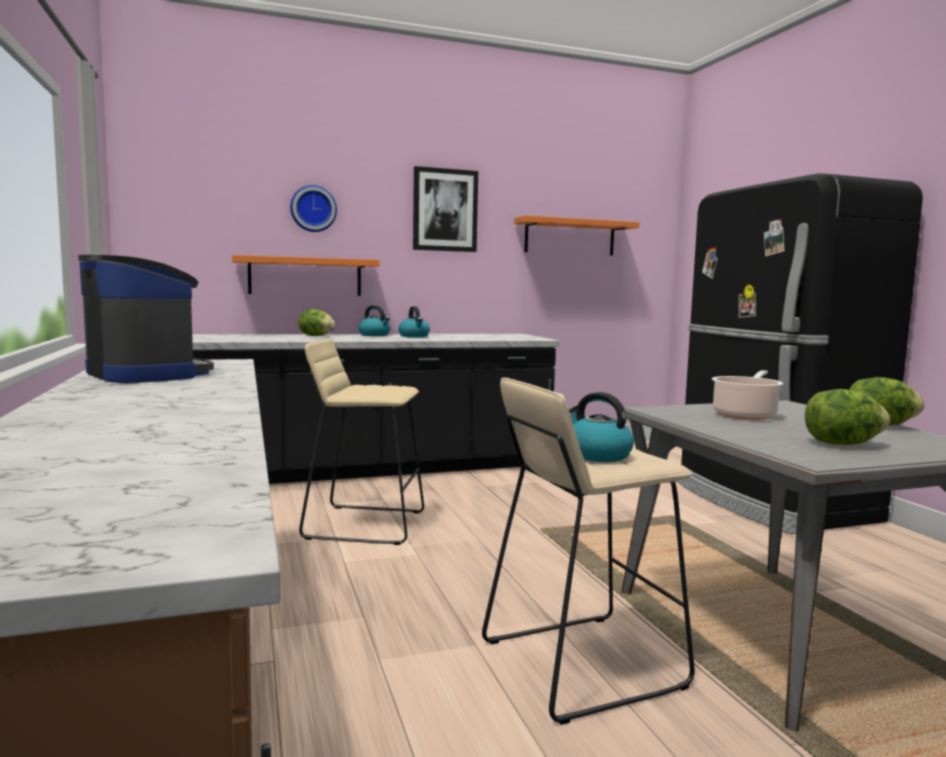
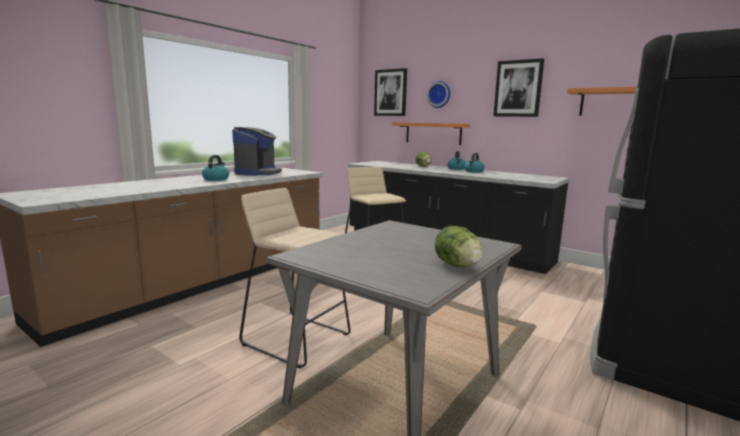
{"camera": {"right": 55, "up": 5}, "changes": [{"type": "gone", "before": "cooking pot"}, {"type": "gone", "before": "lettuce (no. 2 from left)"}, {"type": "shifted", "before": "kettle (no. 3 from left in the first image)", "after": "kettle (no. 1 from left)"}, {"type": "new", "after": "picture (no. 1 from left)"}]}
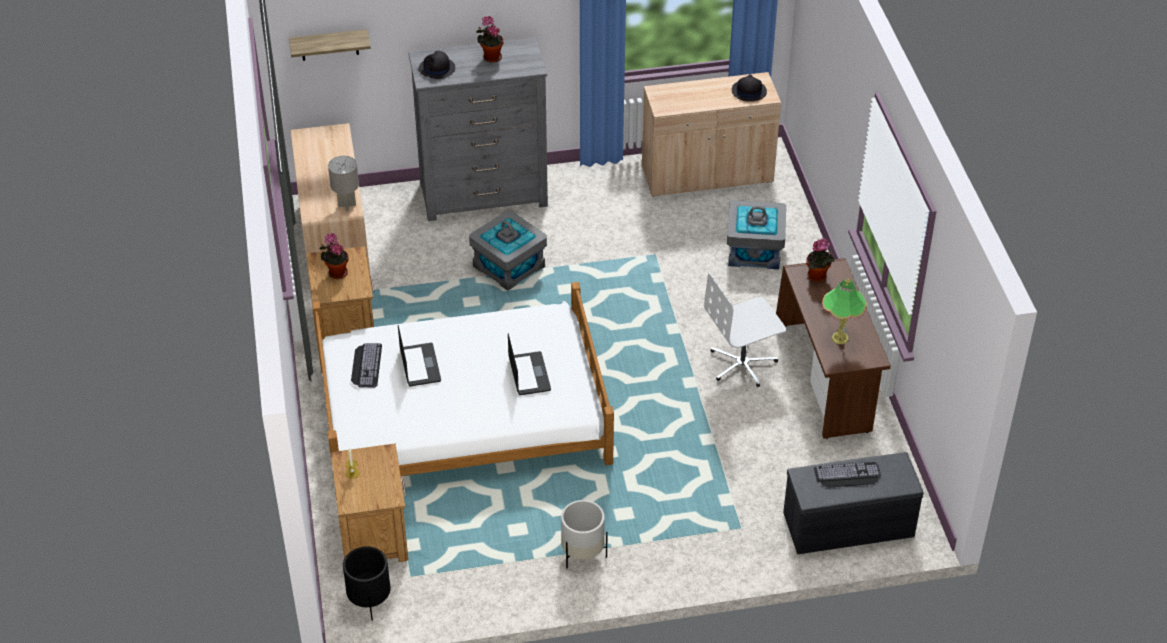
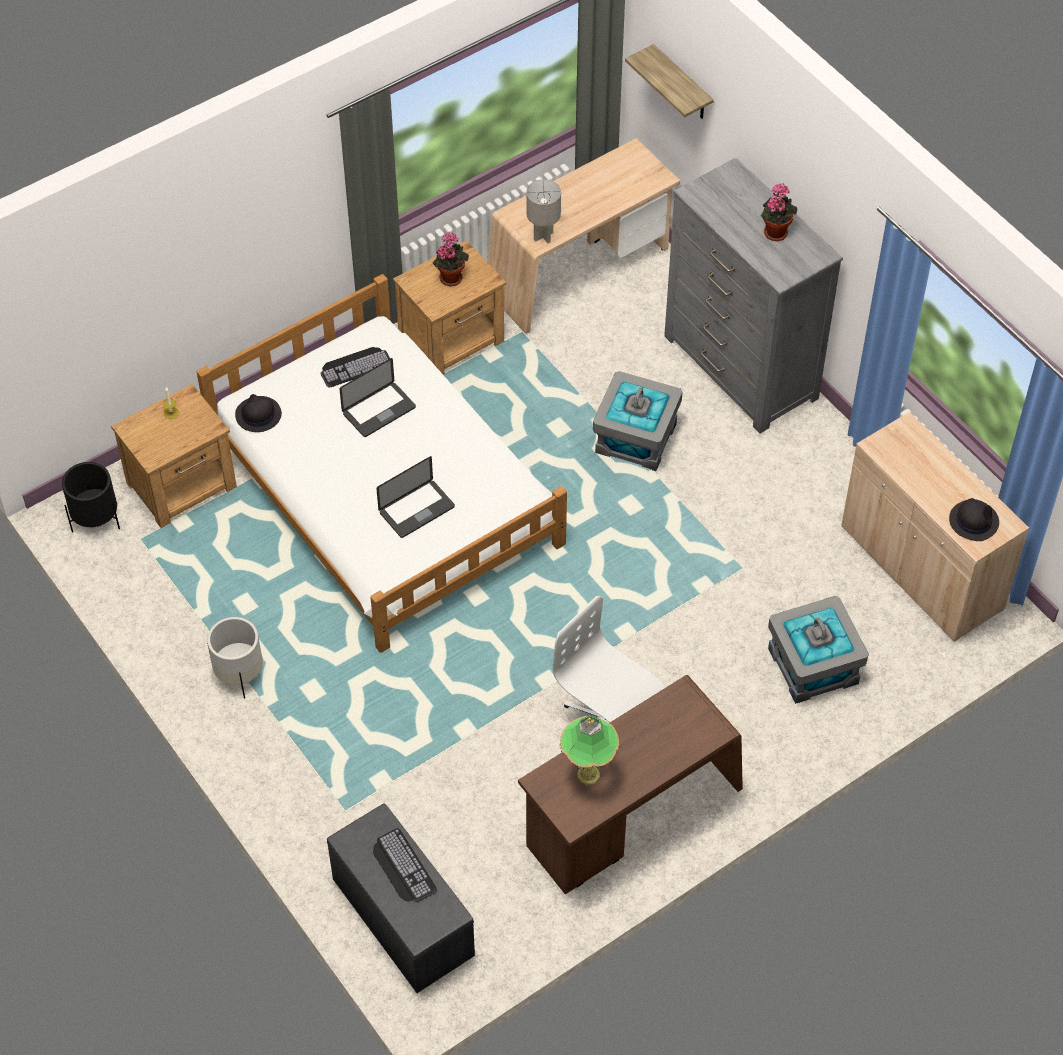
{"camera": {"right": 65, "up": 10}, "changes": [{"type": "shifted", "before": "black hat (no. 1 from left)"}, {"type": "gone", "before": "potted plant (no. 3 from left)"}]}
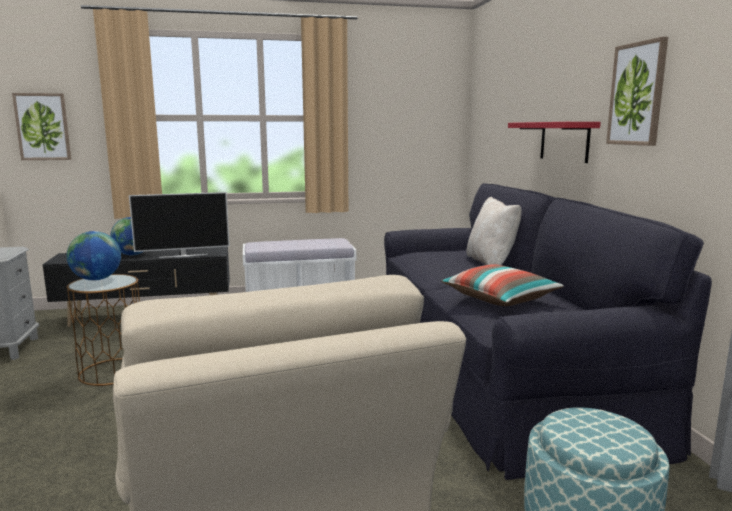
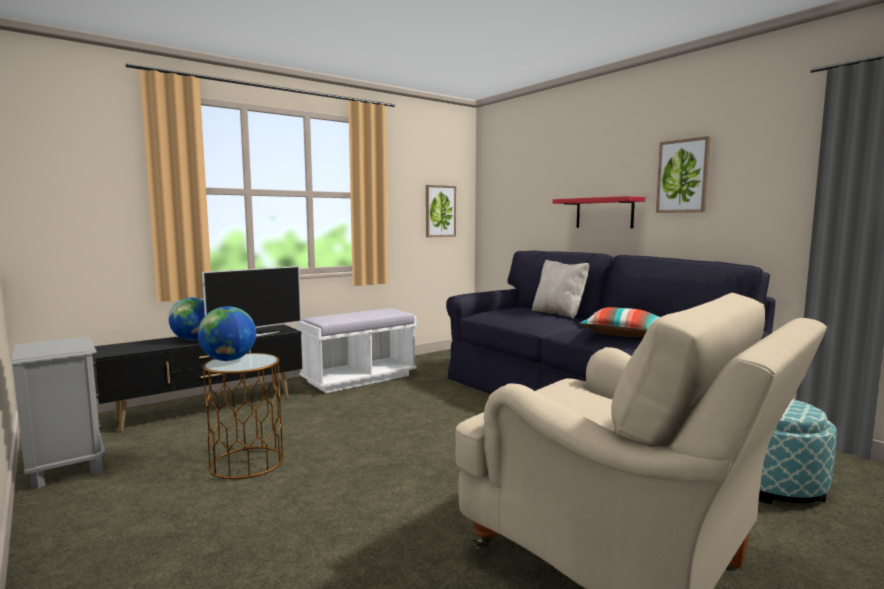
{"camera": {"right": -25, "up": -5}, "changes": [{"type": "shifted", "before": "picture (no. 1 from left)"}]}
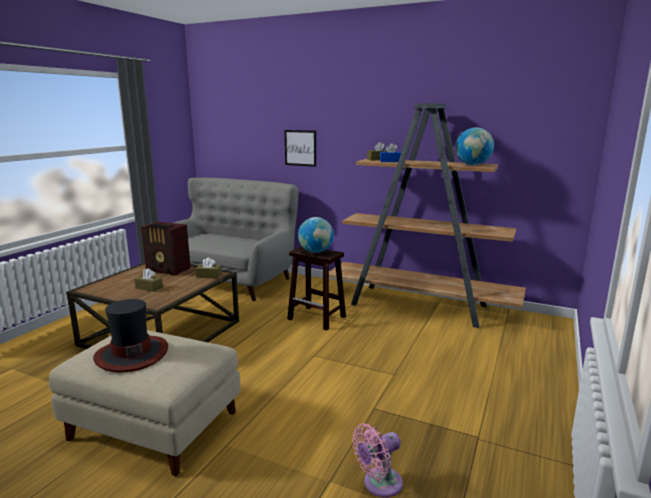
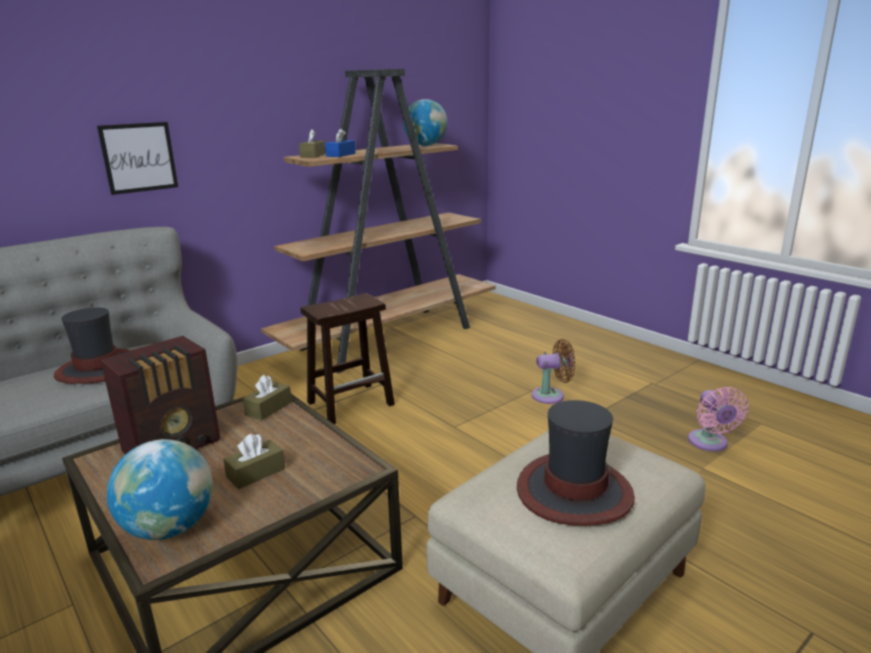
{"camera": {"right": -65, "up": 5}, "changes": [{"type": "shifted", "before": "globe (no. 1 from left)"}, {"type": "new", "after": "hat (no. 1 from left)"}, {"type": "new", "after": "brown fan"}]}
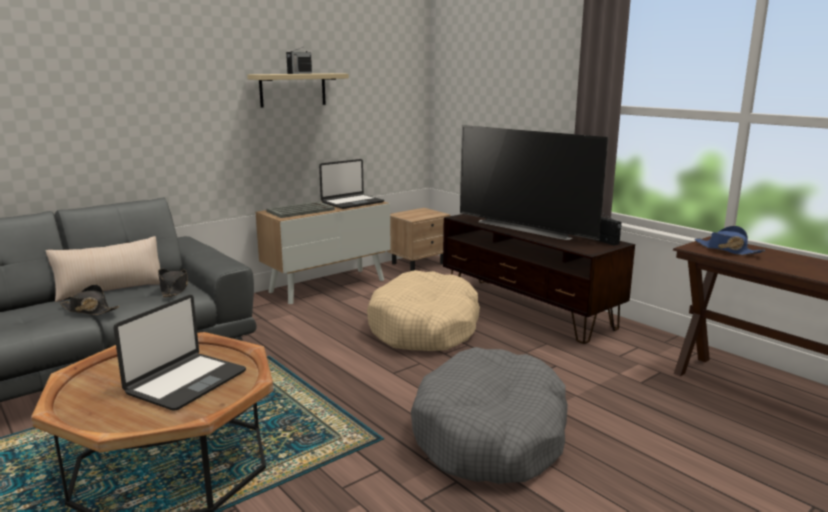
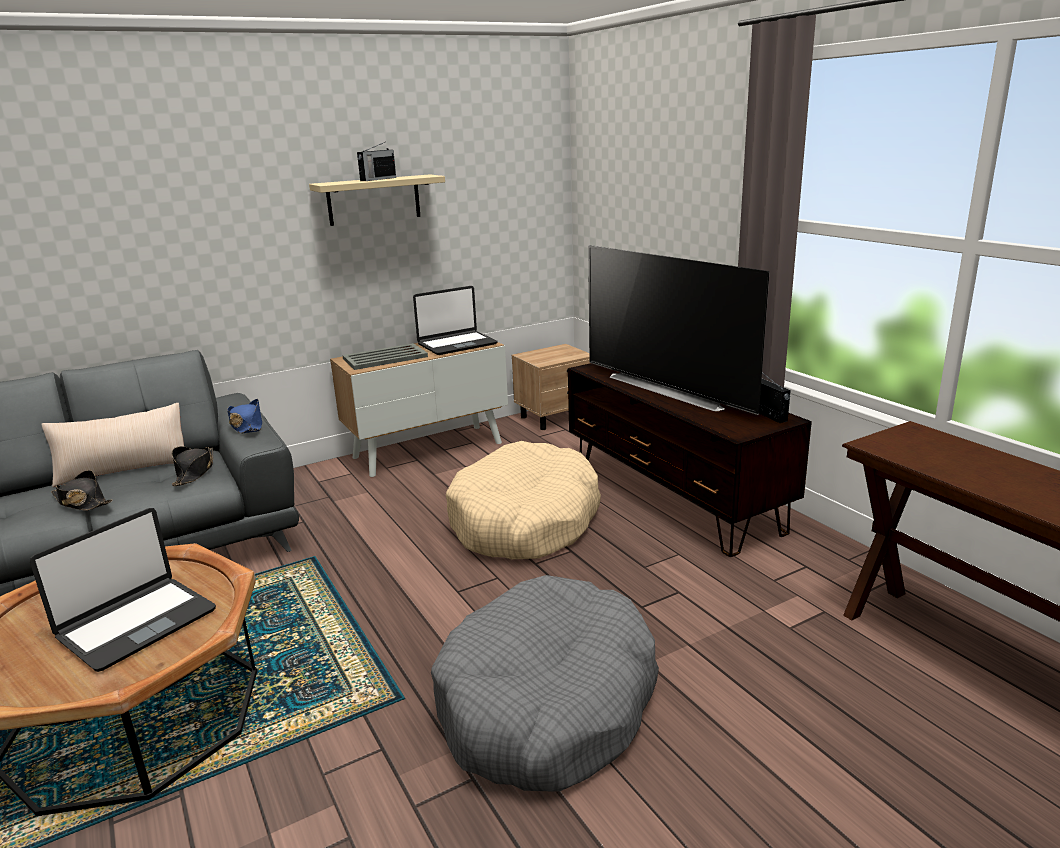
{"camera": {"right": 10, "up": 5}, "changes": [{"type": "shifted", "before": "blue hat"}]}
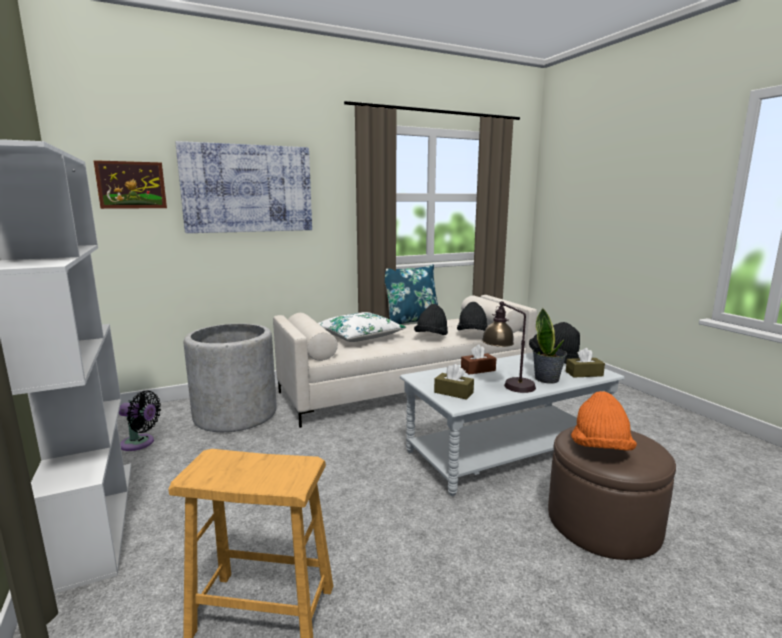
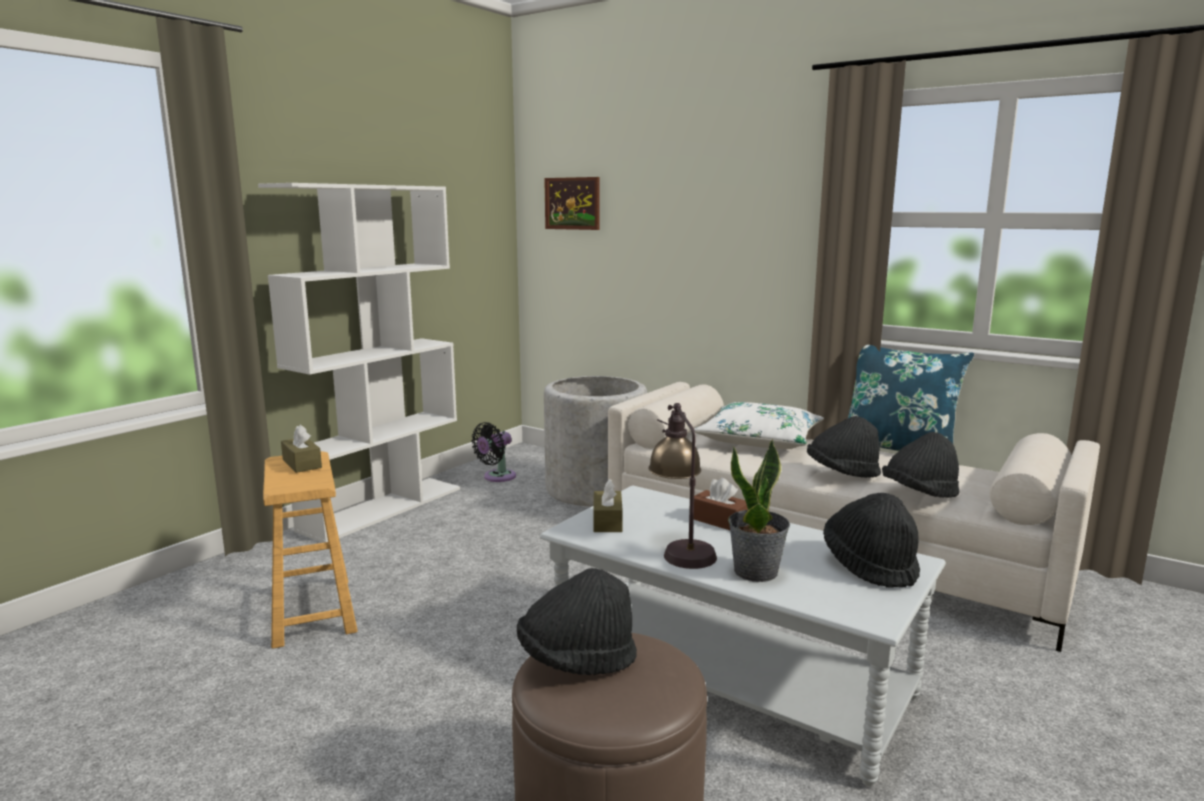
{"camera": {"right": 60, "up": 0}, "changes": [{"type": "gone", "before": "picture (no. 2 from left)"}, {"type": "shifted", "before": "brown tissue box (no. 3 from left in the first image)", "after": "brown tissue box (no. 1 from left)"}, {"type": "rotated", "before": "black fan", "turn": 60}, {"type": "repainted", "before": "orange hat", "after": "black hat (no. 1 from left)"}]}
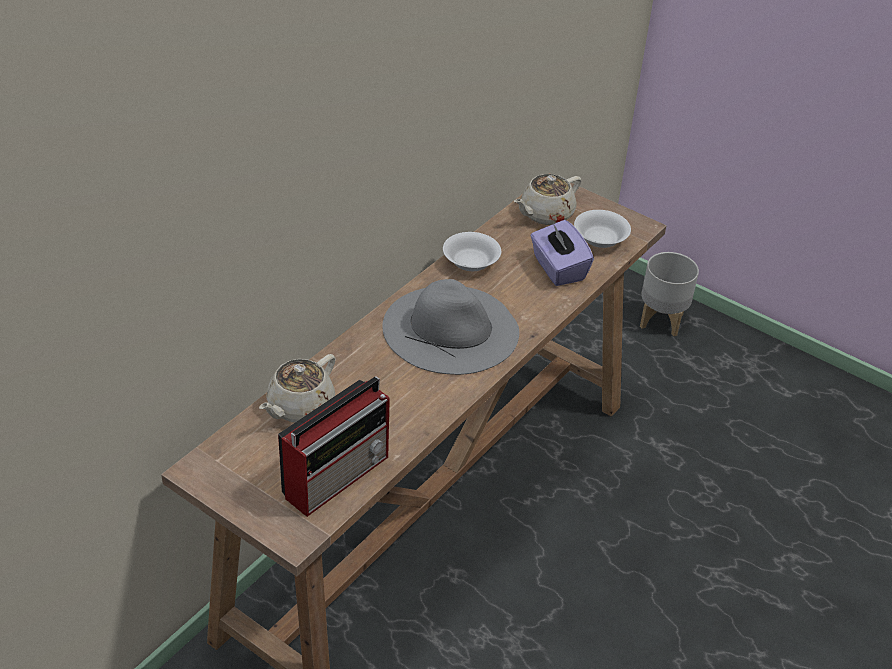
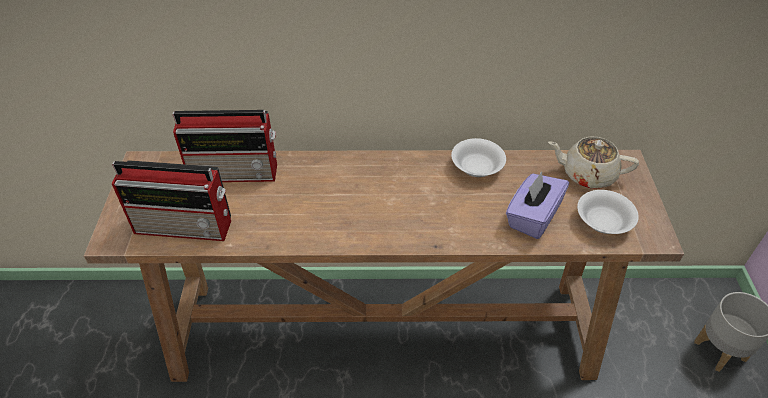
{"camera": {"right": 55, "up": 5}, "changes": [{"type": "gone", "before": "grey hat"}, {"type": "swapped", "before": "beige teapot (no. 1 from left)", "after": "radio (no. 2 from left)"}]}
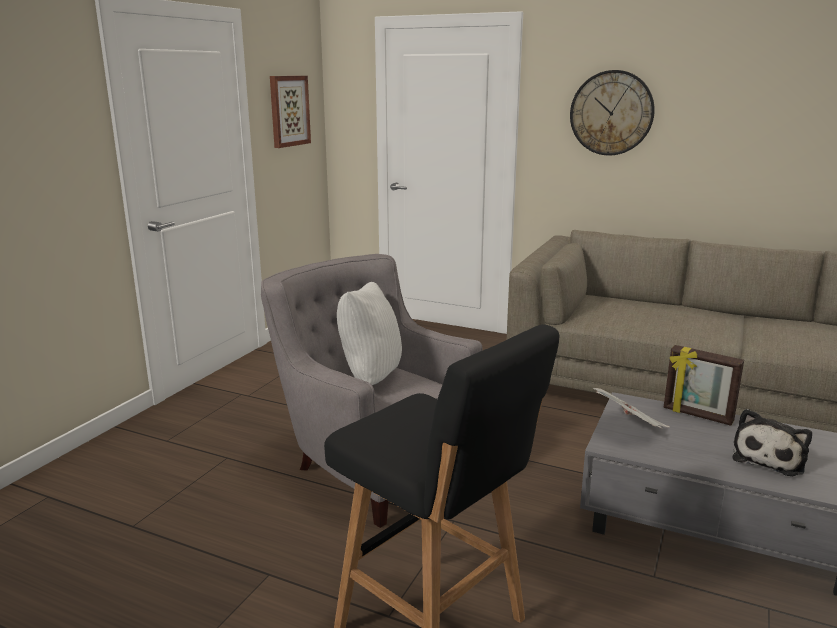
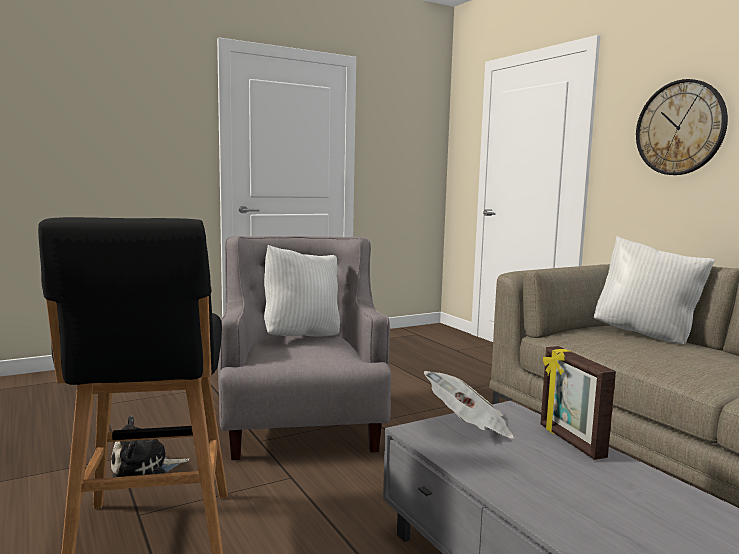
{"camera": {"right": 35, "up": -10}, "changes": [{"type": "gone", "before": "picture"}, {"type": "shifted", "before": "plush toy"}, {"type": "new", "after": "white pillow (no. 2 from left)"}]}
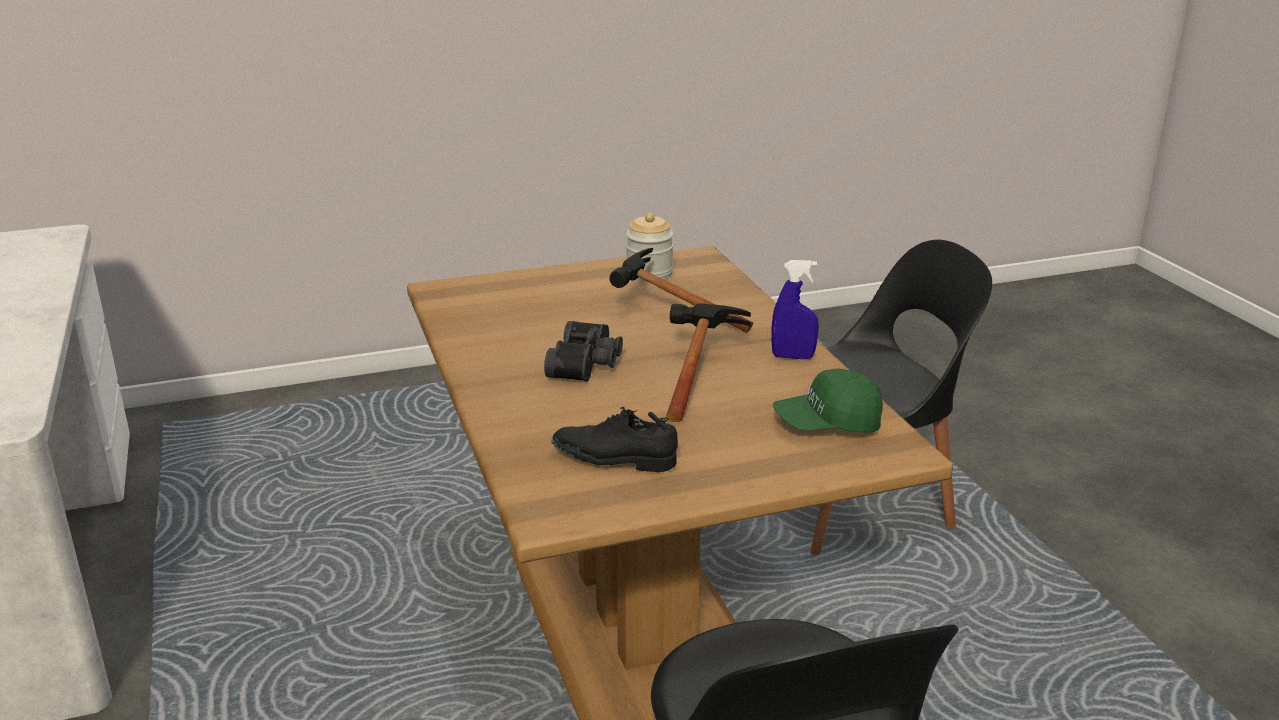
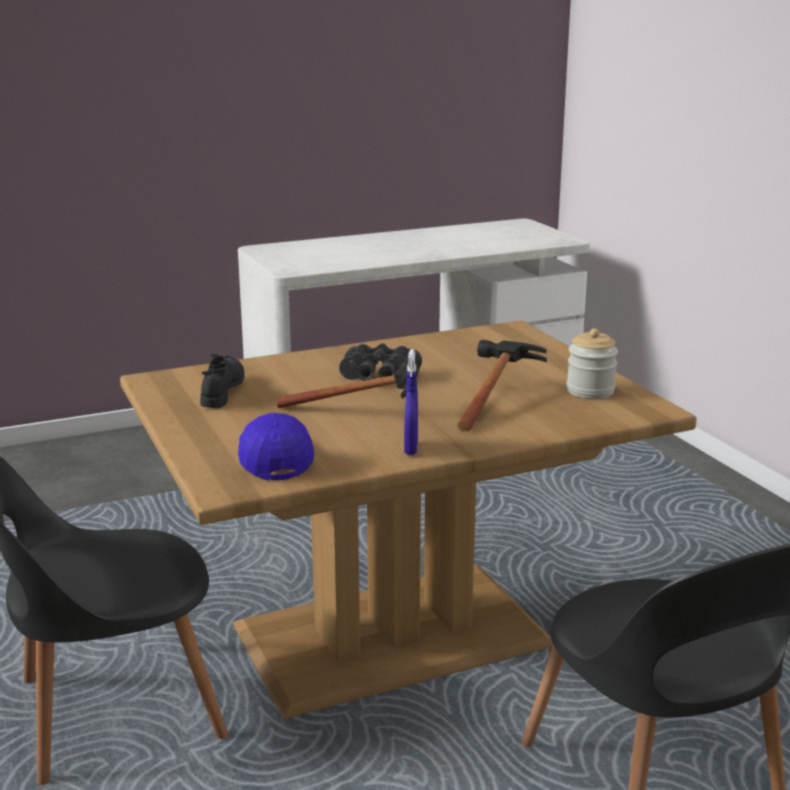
{"camera": {"right": 85, "up": -5}, "changes": [{"type": "repainted", "before": "green cap", "after": "blue cap"}]}
